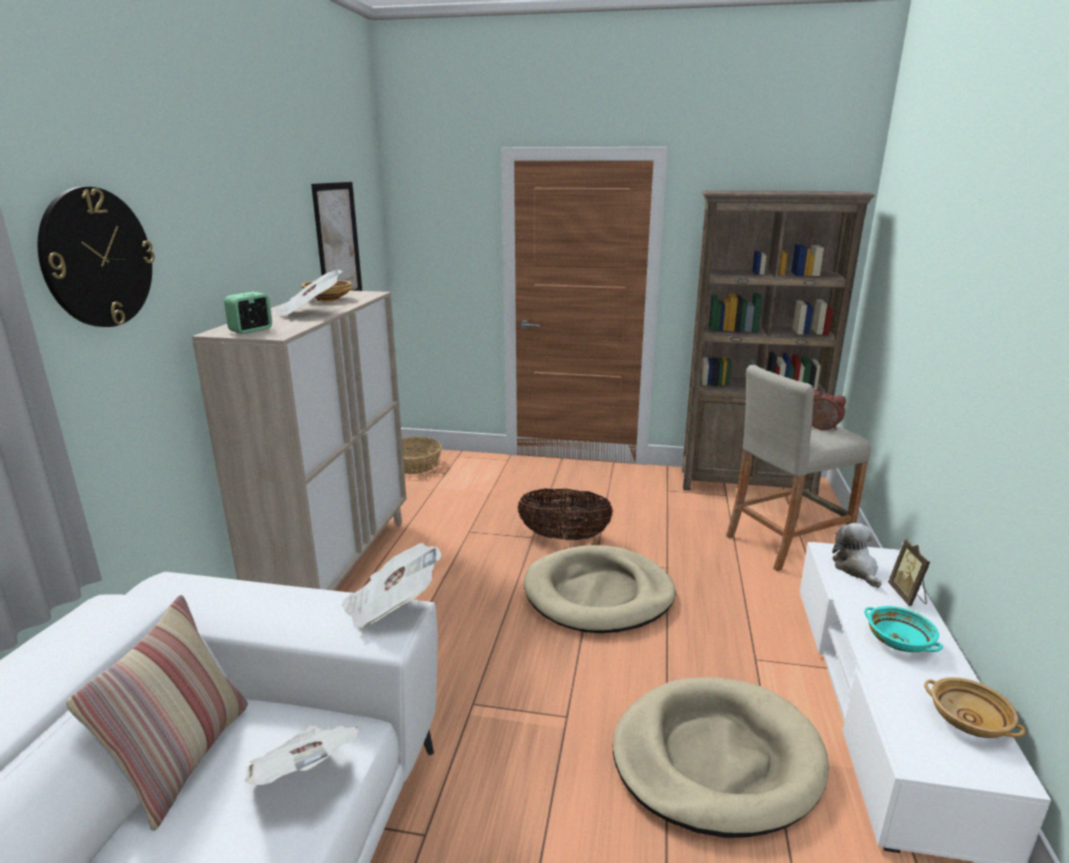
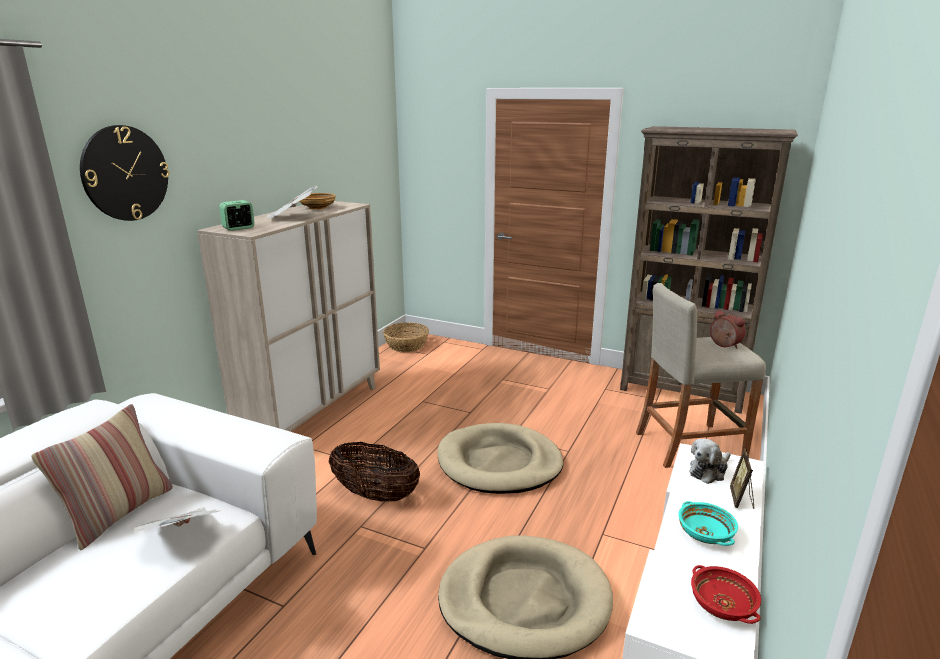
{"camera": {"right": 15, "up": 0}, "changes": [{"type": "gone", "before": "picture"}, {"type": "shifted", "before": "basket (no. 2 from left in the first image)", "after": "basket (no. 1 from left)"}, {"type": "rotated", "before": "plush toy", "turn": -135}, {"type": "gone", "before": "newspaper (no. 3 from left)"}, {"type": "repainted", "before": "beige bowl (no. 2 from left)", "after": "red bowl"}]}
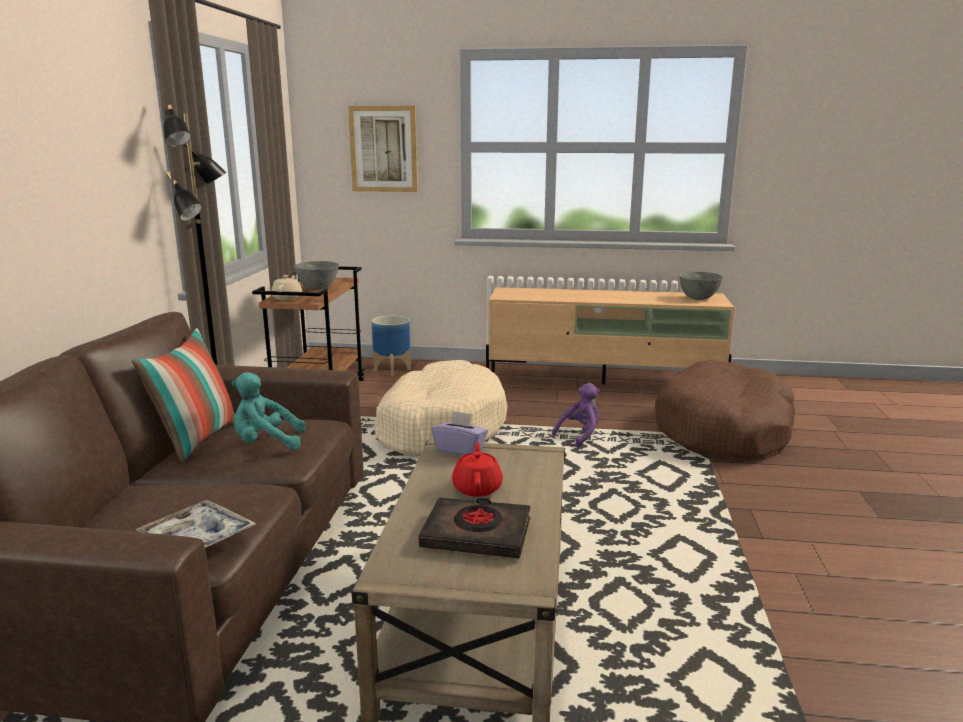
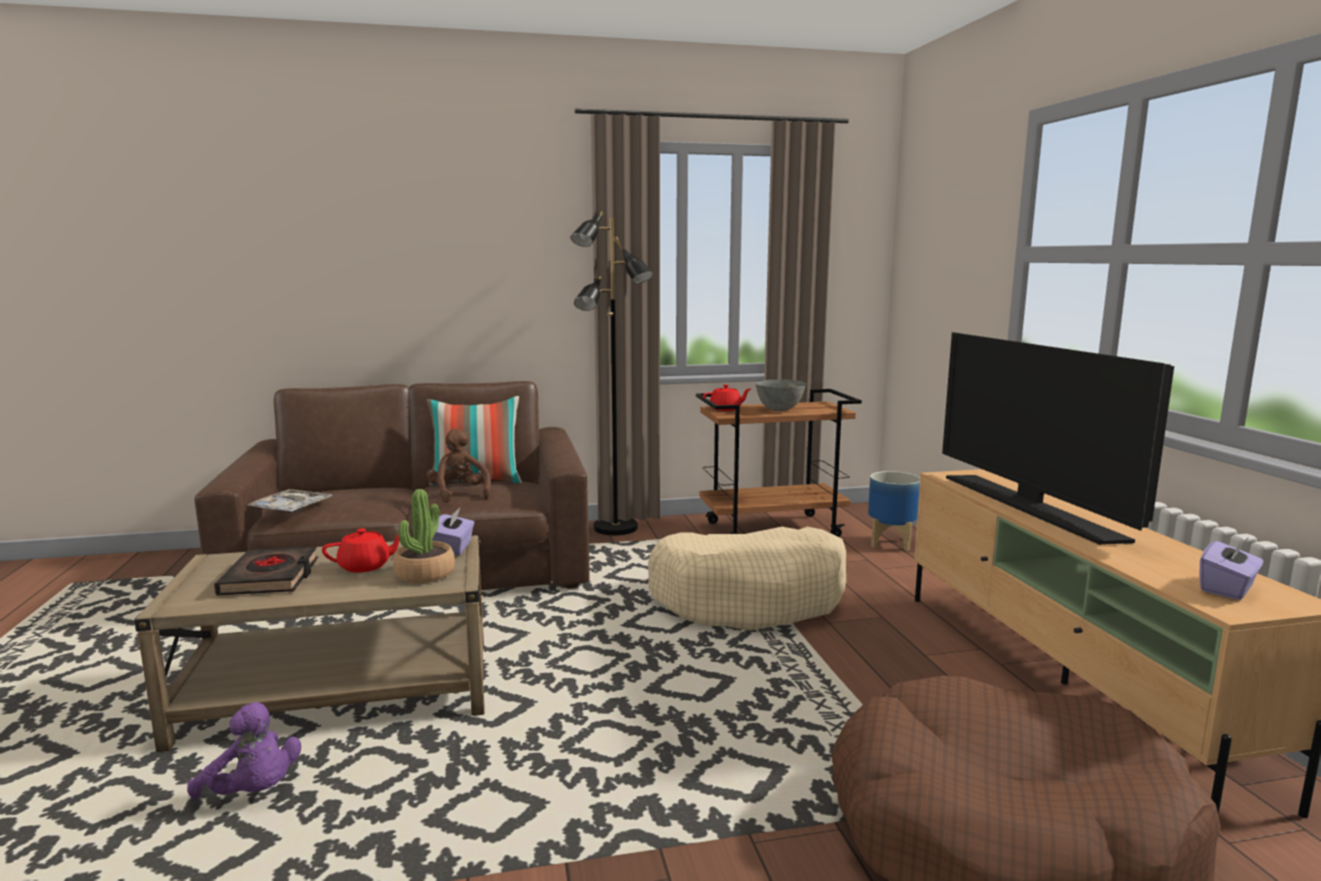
{"camera": {"right": 70, "up": -5}, "changes": [{"type": "gone", "before": "picture"}, {"type": "swapped", "before": "grey bowl (no. 2 from left)", "after": "purple tissue box (no. 2 from left)"}, {"type": "repainted", "before": "beige teapot", "after": "red teapot (no. 2 from left)"}, {"type": "repainted", "before": "turquoise plush toy", "after": "brown plush toy"}, {"type": "shifted", "before": "purple plush toy"}, {"type": "new", "after": "television"}, {"type": "new", "after": "potted plant"}]}
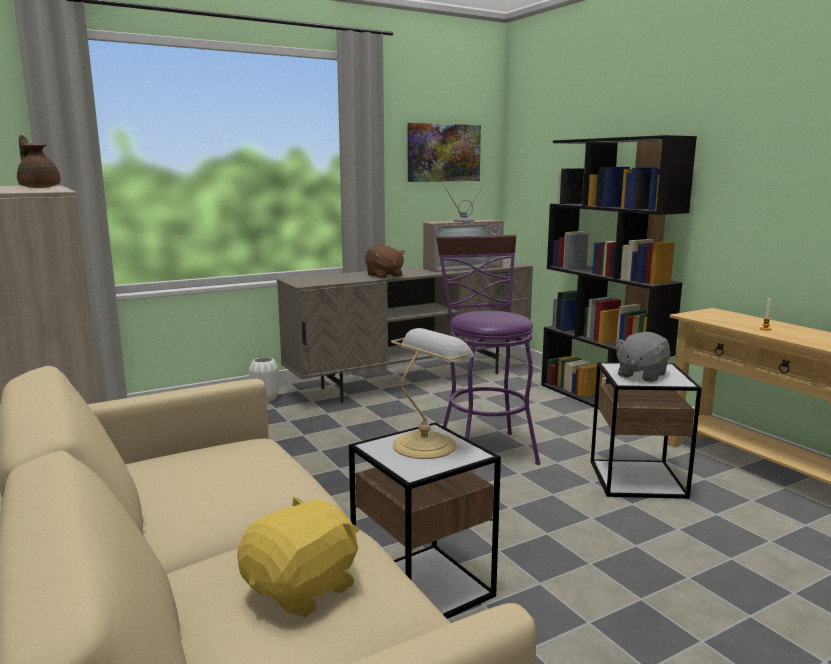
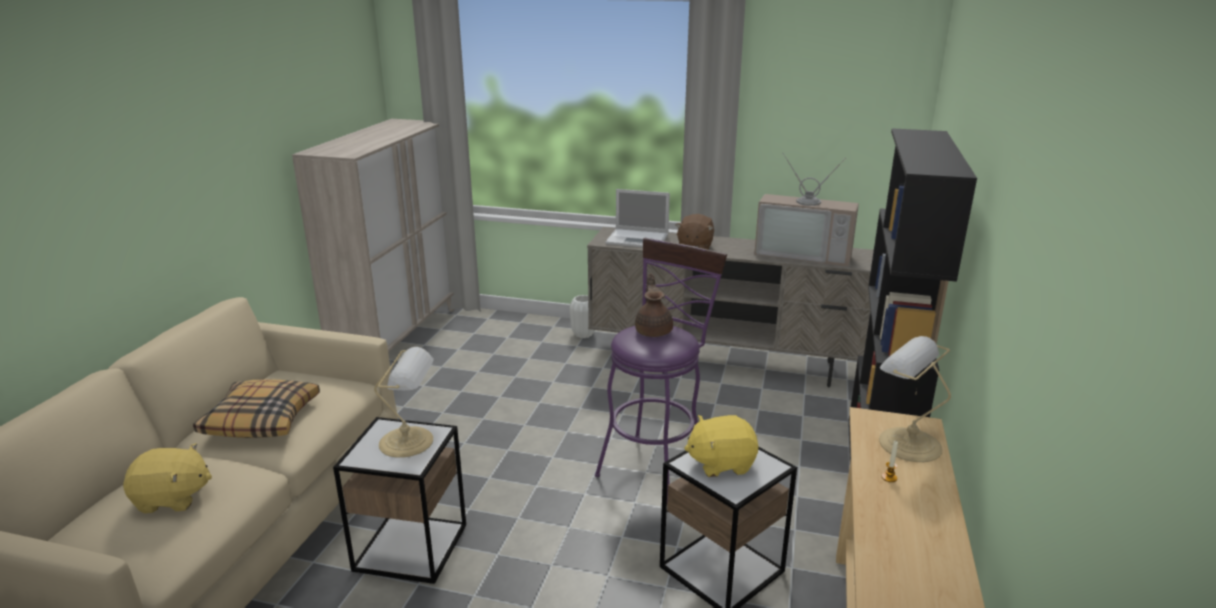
{"camera": {"right": 45, "up": 10}, "changes": [{"type": "gone", "before": "picture"}, {"type": "shifted", "before": "brown teapot"}, {"type": "repainted", "before": "grey plush toy", "after": "yellow plush toy (no. 2 from left)"}, {"type": "new", "after": "laptop"}, {"type": "new", "after": "table lamp (no. 2 from left)"}, {"type": "new", "after": "pillow"}]}
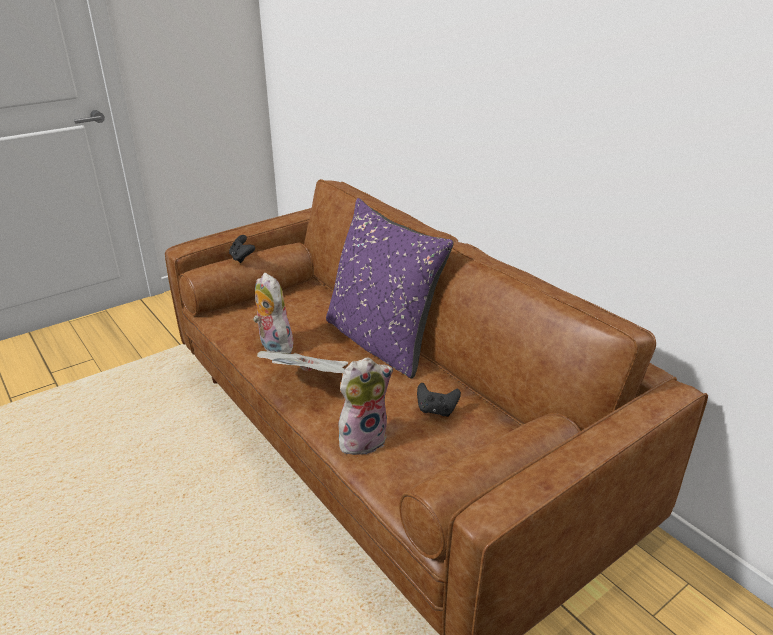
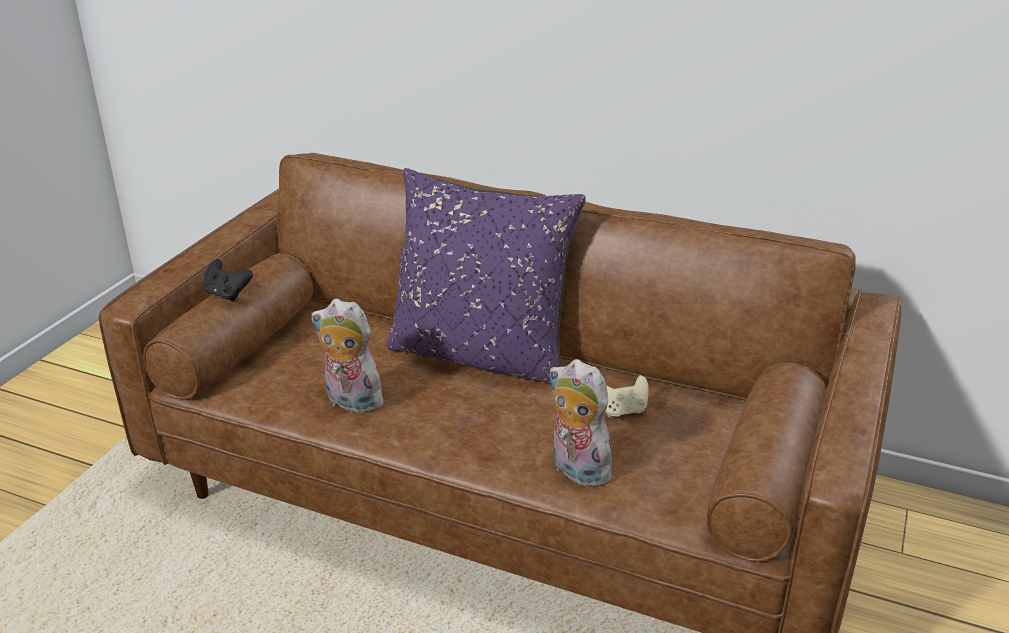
{"camera": {"right": -30, "up": 0}, "changes": [{"type": "gone", "before": "newspaper"}, {"type": "rotated", "before": "plush toy (no. 2 from left)", "turn": -75}, {"type": "repainted", "before": "black game controller (no. 2 from left)", "after": "beige game controller"}]}
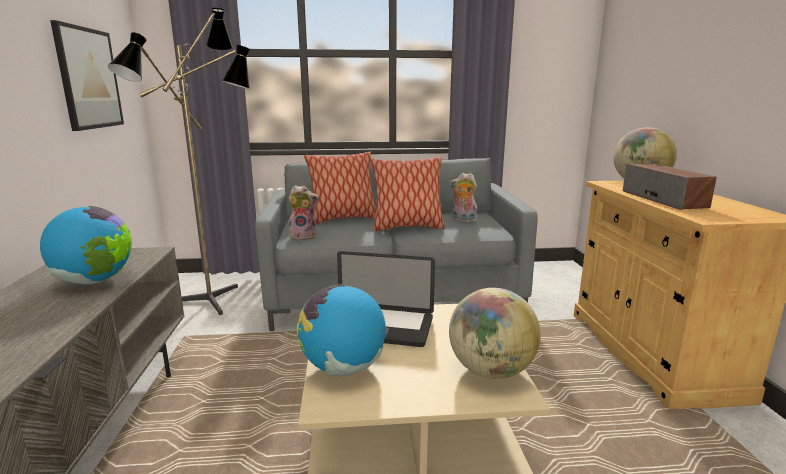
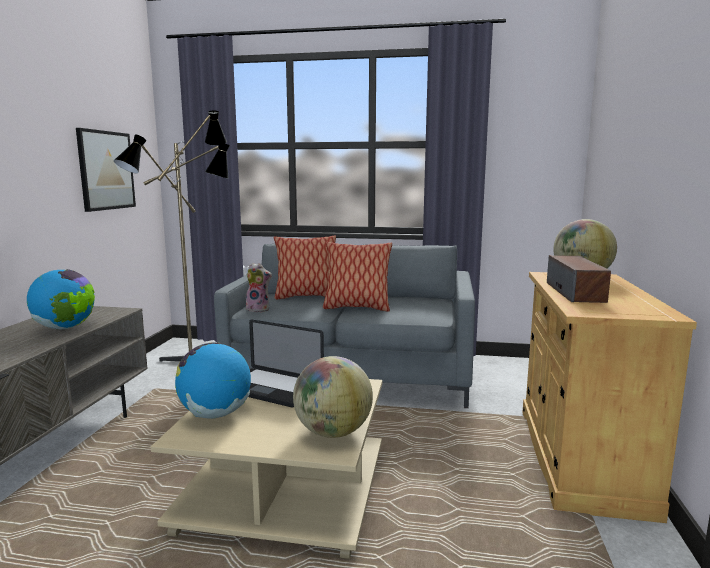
{"camera": {"right": 15, "up": -5}, "changes": [{"type": "gone", "before": "plush toy (no. 2 from left)"}]}
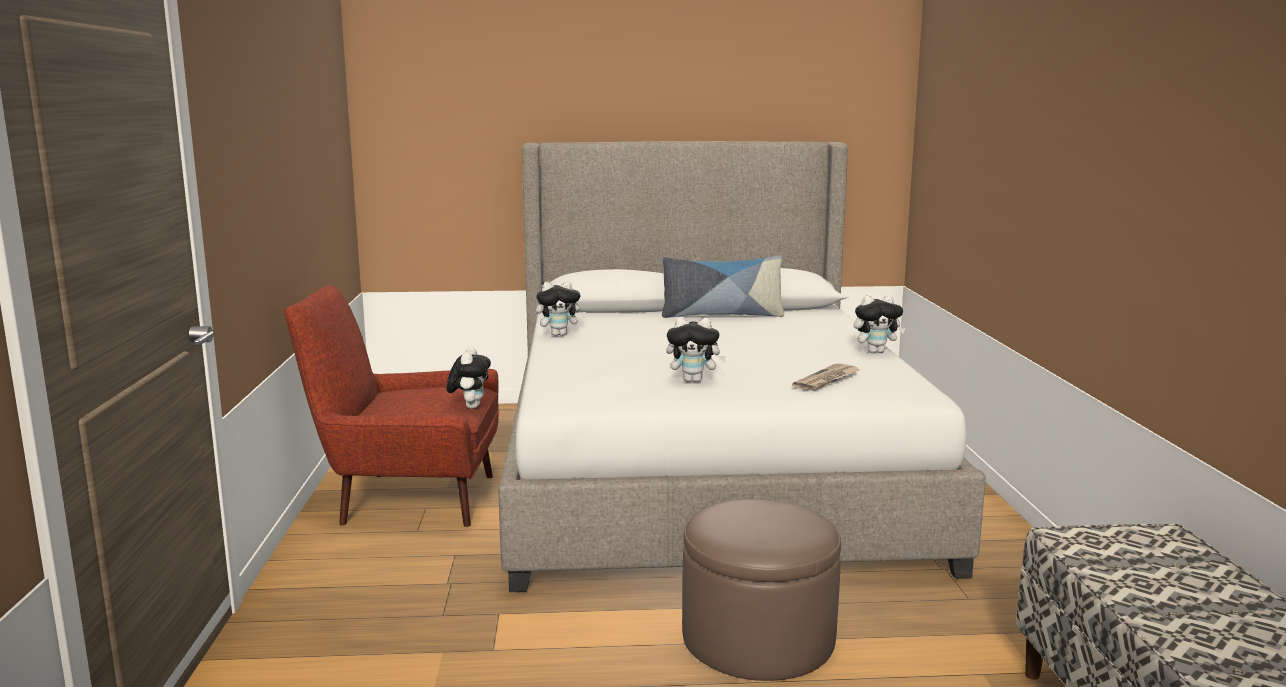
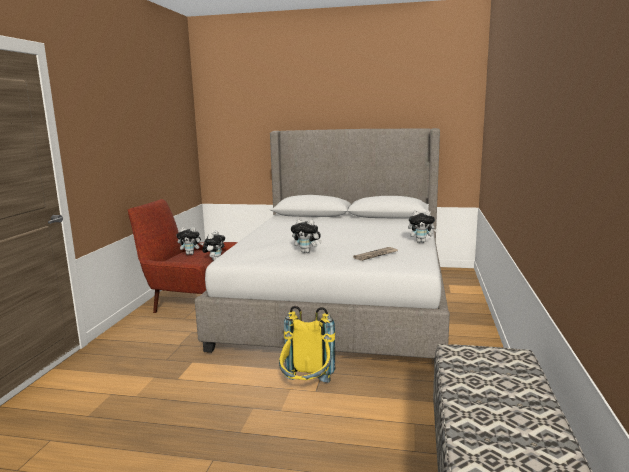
{"camera": {"right": 15, "up": 0}, "changes": [{"type": "gone", "before": "pillow"}, {"type": "shifted", "before": "plush toy (no. 2 from left in the first image)", "after": "plush toy (no. 1 from left)"}, {"type": "swapped", "before": "brown ottoman", "after": "yellow backpack"}]}
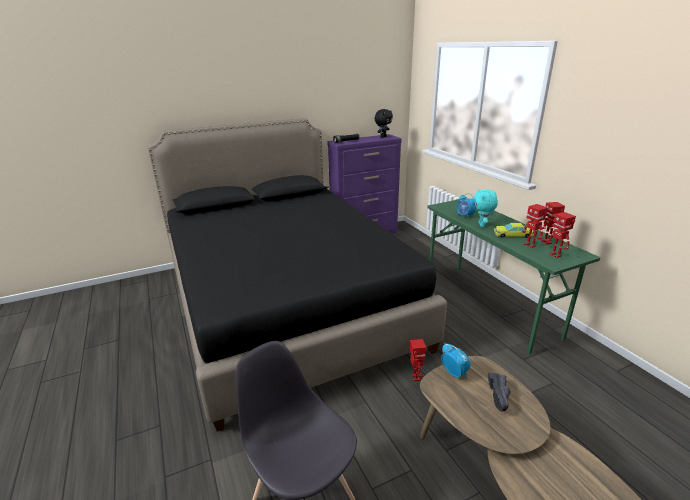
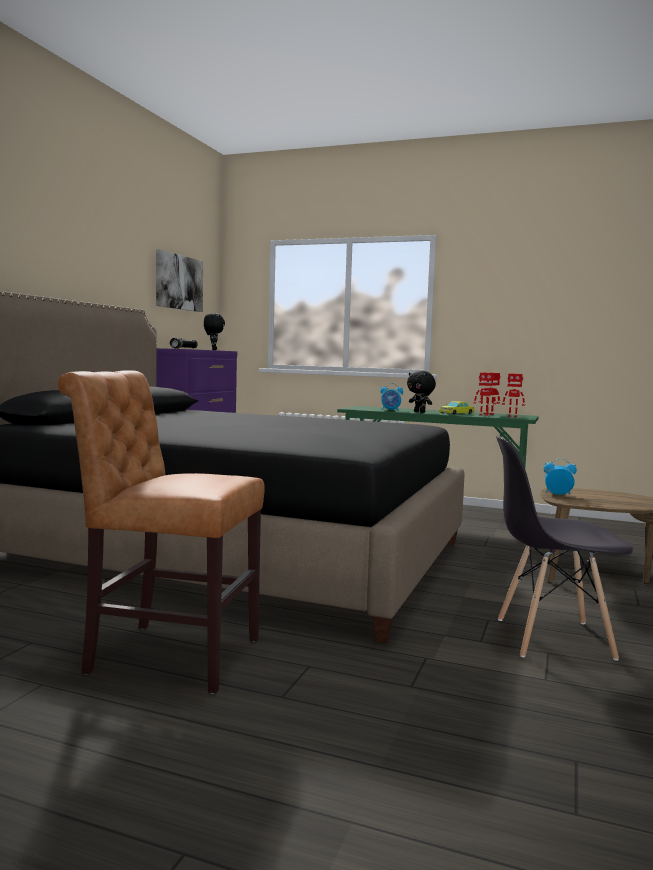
{"camera": {"right": -45, "up": -20}, "changes": [{"type": "repainted", "before": "turquoise plush toy", "after": "black plush toy (no. 2 from left)"}, {"type": "gone", "before": "toy robot (no. 1 from left)"}, {"type": "gone", "before": "black shoe"}, {"type": "new", "after": "picture"}, {"type": "new", "after": "brown chair"}]}
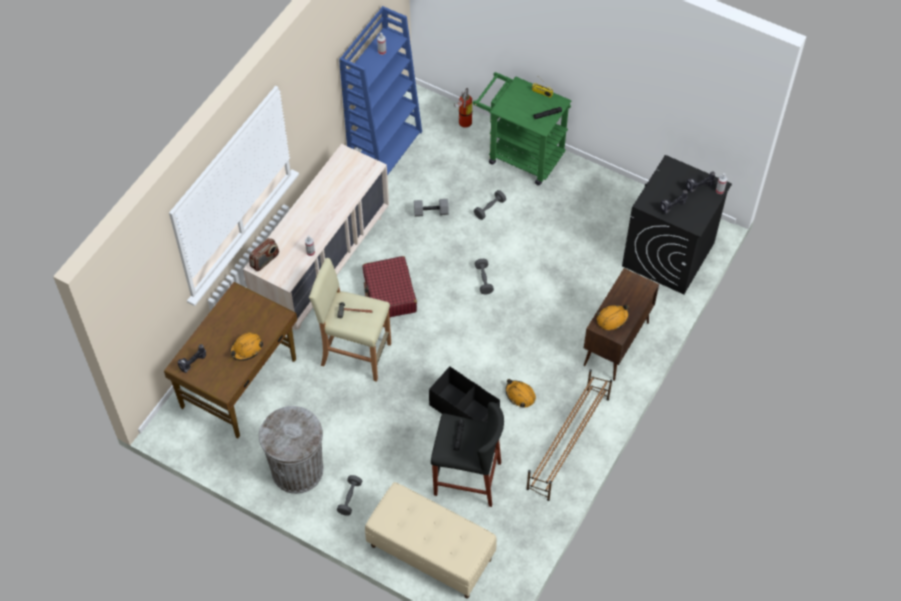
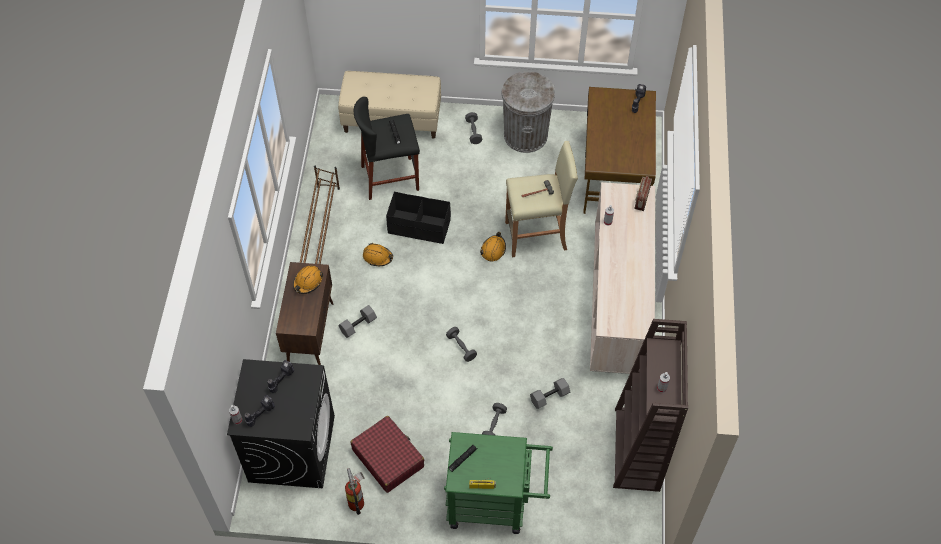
{"camera": {"right": 155, "up": 0}, "changes": [{"type": "repainted", "before": "blue bookcase", "after": "brown bookcase"}, {"type": "shifted", "before": "fire extinguisher"}, {"type": "shifted", "before": "red suitcase"}, {"type": "shifted", "before": "orange hard hat (no. 1 from left in the first image)", "after": "orange hard hat (no. 3 from left)"}, {"type": "new", "after": "grey dumbbell (no. 1 from left)"}]}
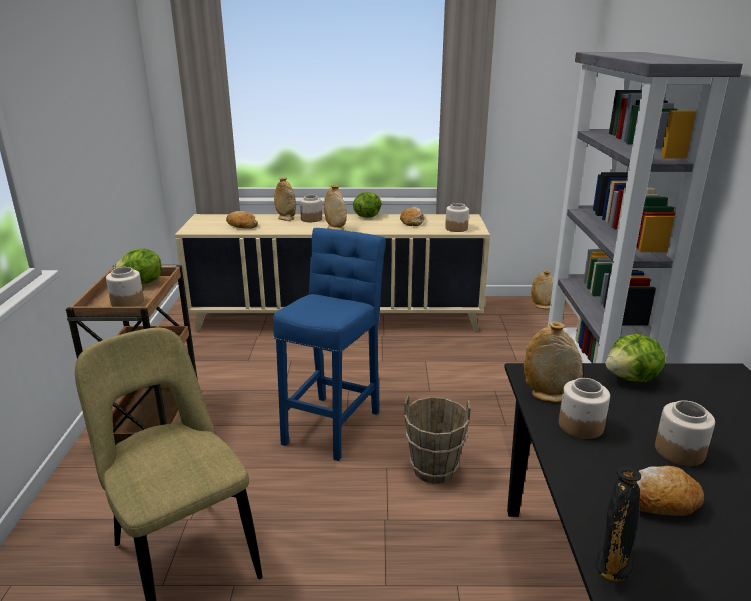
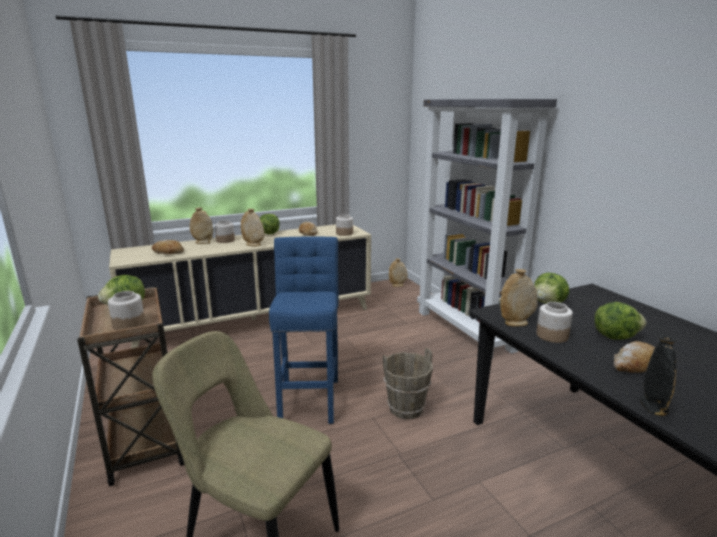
{"camera": {"right": -25, "up": -5}, "changes": [{"type": "swapped", "before": "jar (no. 5 from left)", "after": "lettuce (no. 4 from left)"}]}
